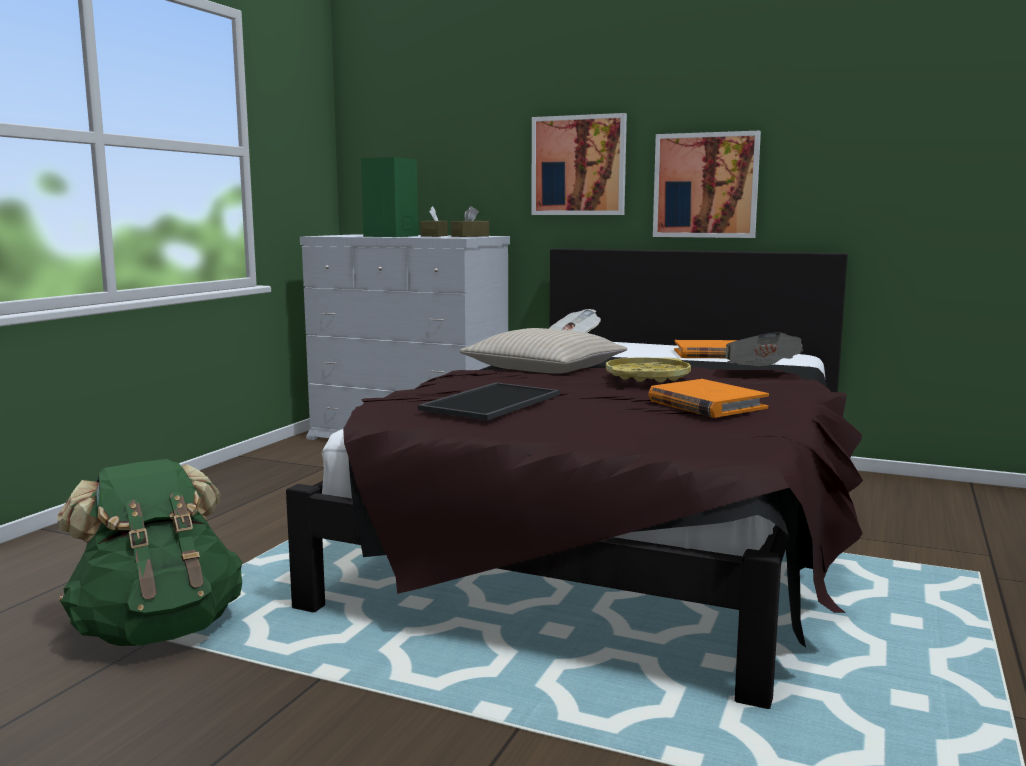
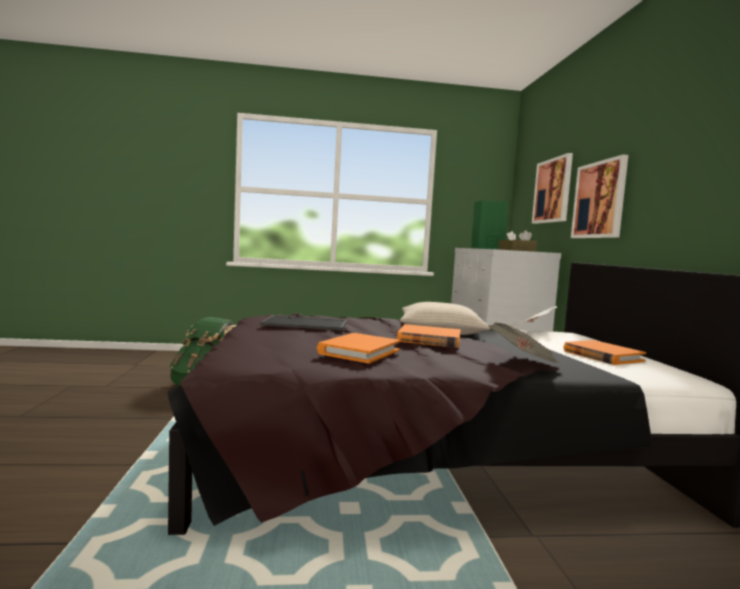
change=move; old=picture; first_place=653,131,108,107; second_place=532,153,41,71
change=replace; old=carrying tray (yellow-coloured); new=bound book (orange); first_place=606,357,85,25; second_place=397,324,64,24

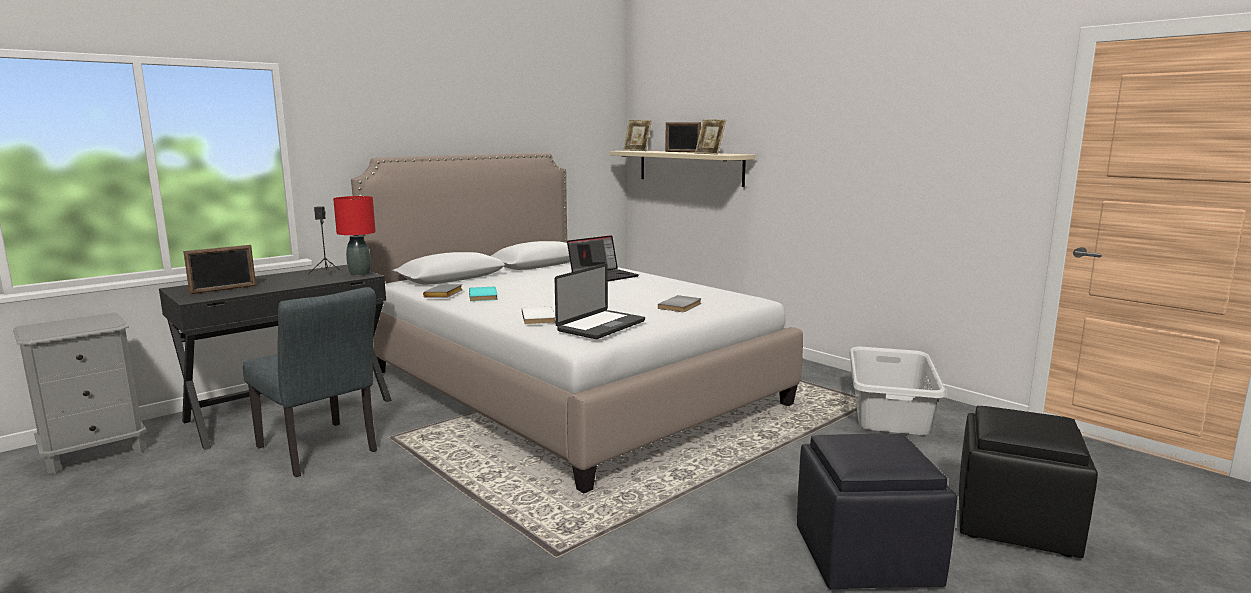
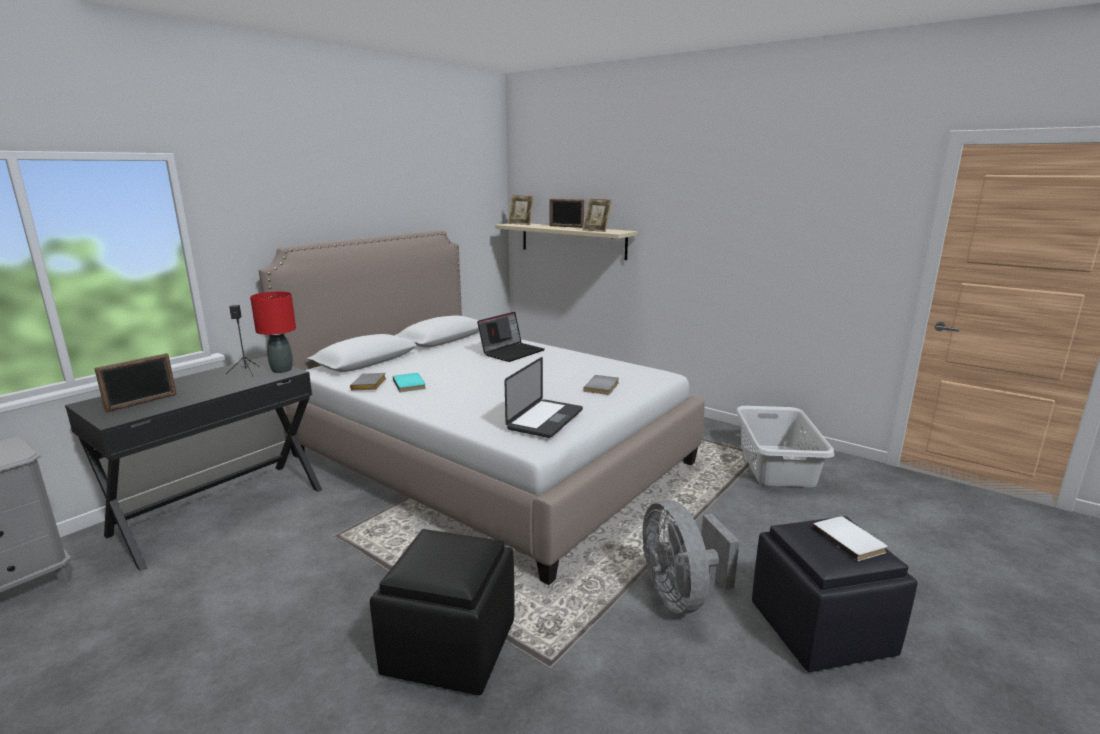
change=delete; old=chair (grey); first_place=243,287,134,190
change=insert; new=cooling fan (grey); second_place=643,500,97,114
change=move; old=bound book (white-coloured); first_place=522,306,34,19; second_place=812,516,75,45
change=move; old=pouffe (black); first_place=959,406,139,152; second_place=370,529,144,166

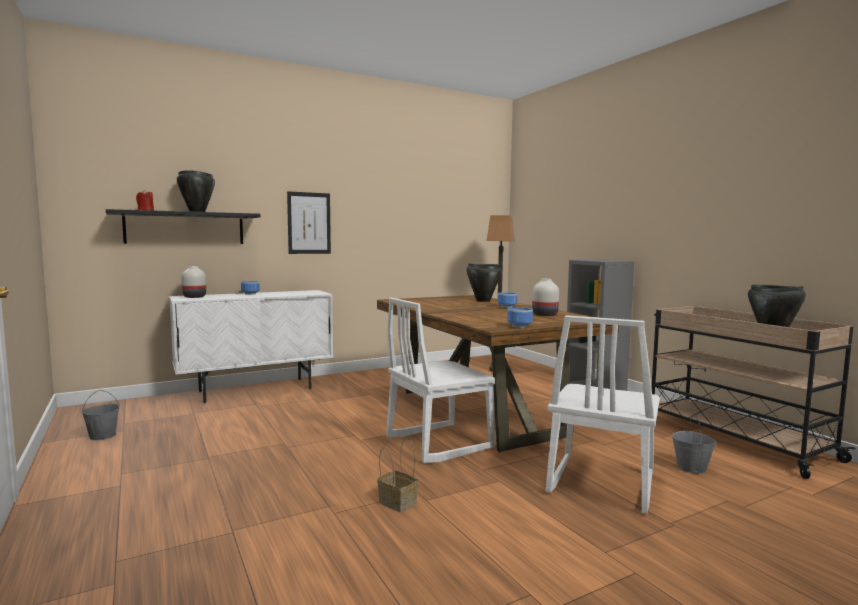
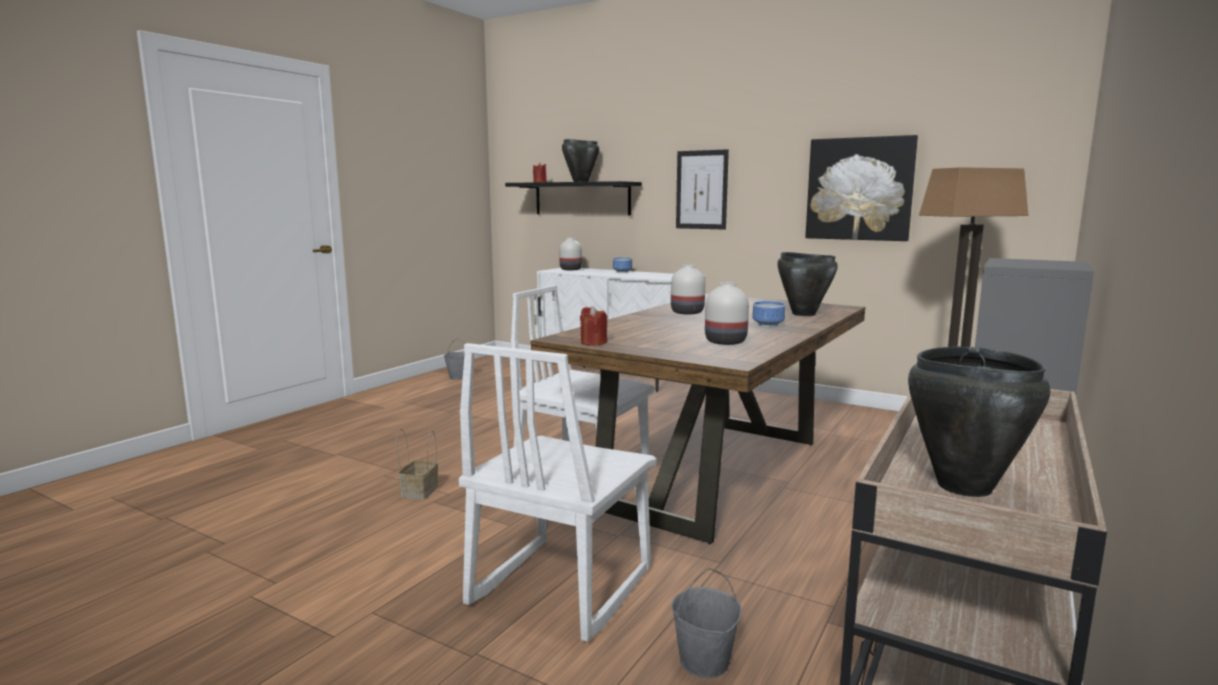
change=insert; new=vase (white-coloured); second_place=671,265,34,50
change=insert; new=picture; second_place=805,135,113,106
change=replace; old=serving bowl; new=wax candle (red); first_place=507,307,26,21; second_place=580,306,28,40
change=rotate; old=chair (white-coloured); first_place=546,315,114,199; second_place=459,343,198,299; degrees=-60

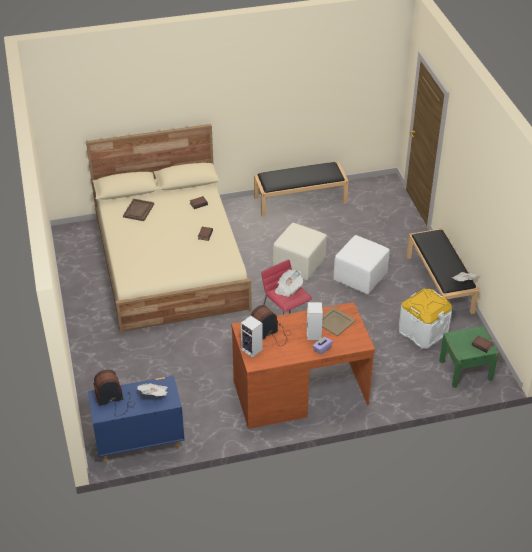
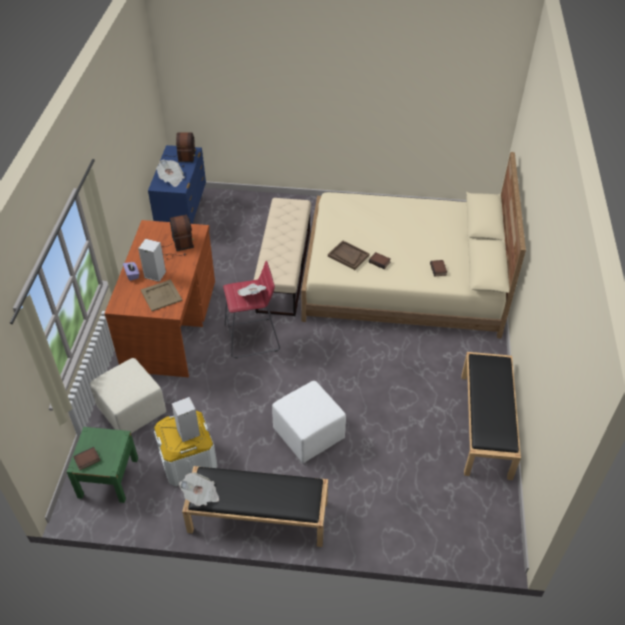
change=insert; new=long seat (beige); second_place=254,198,57,118
change=move; old=carrying tray (brown-coloured); first_place=123,199,31,22; second_place=328,240,42,30
change=move; old=speaker; first_place=241,316,21,42; second_place=172,397,28,45
change=move; old=pouffe (beige); first_place=273,223,54,57; second_place=90,358,76,75

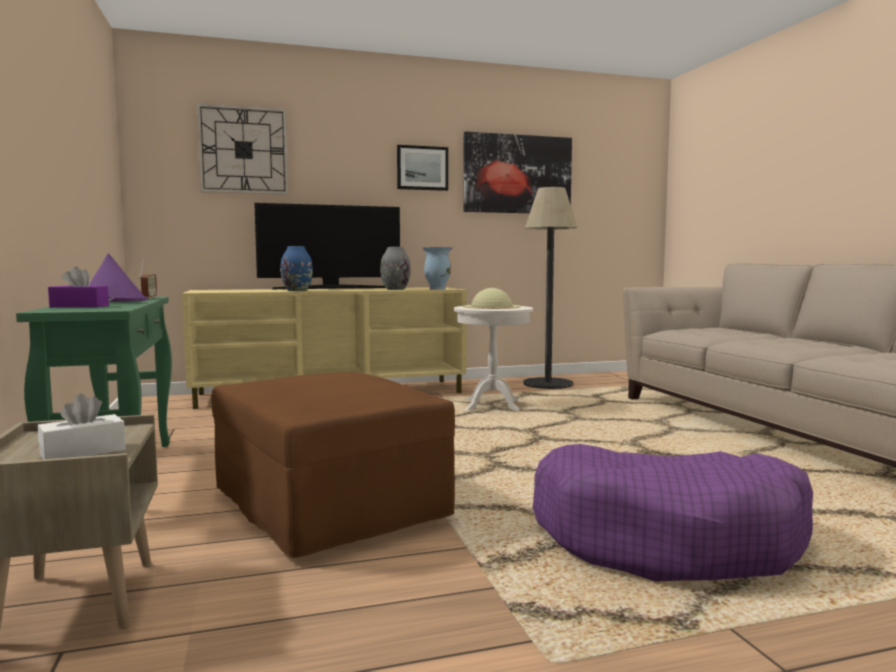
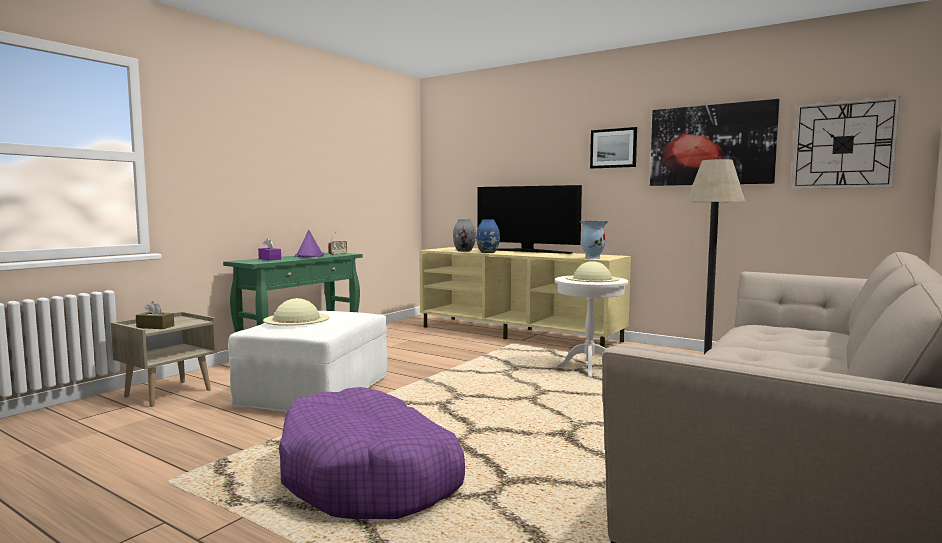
change=insert; new=clothing hat (beige); second_place=263,298,66,28
change=move; old=hanging clock; first_place=196,103,93,92; second_place=791,96,109,93
change=move; old=vase (grey); first_place=380,247,31,43; second_place=453,219,23,33
change=recolor; old=tissue box (white-coloured); new=tissue box (brown-coloured); first_place=38,394,88,65; second_place=136,301,38,28
change=recolor; old=pouffe (brown-coloured); new=pouffe (white-coloured); first_place=212,372,243,186; second_place=228,311,159,101

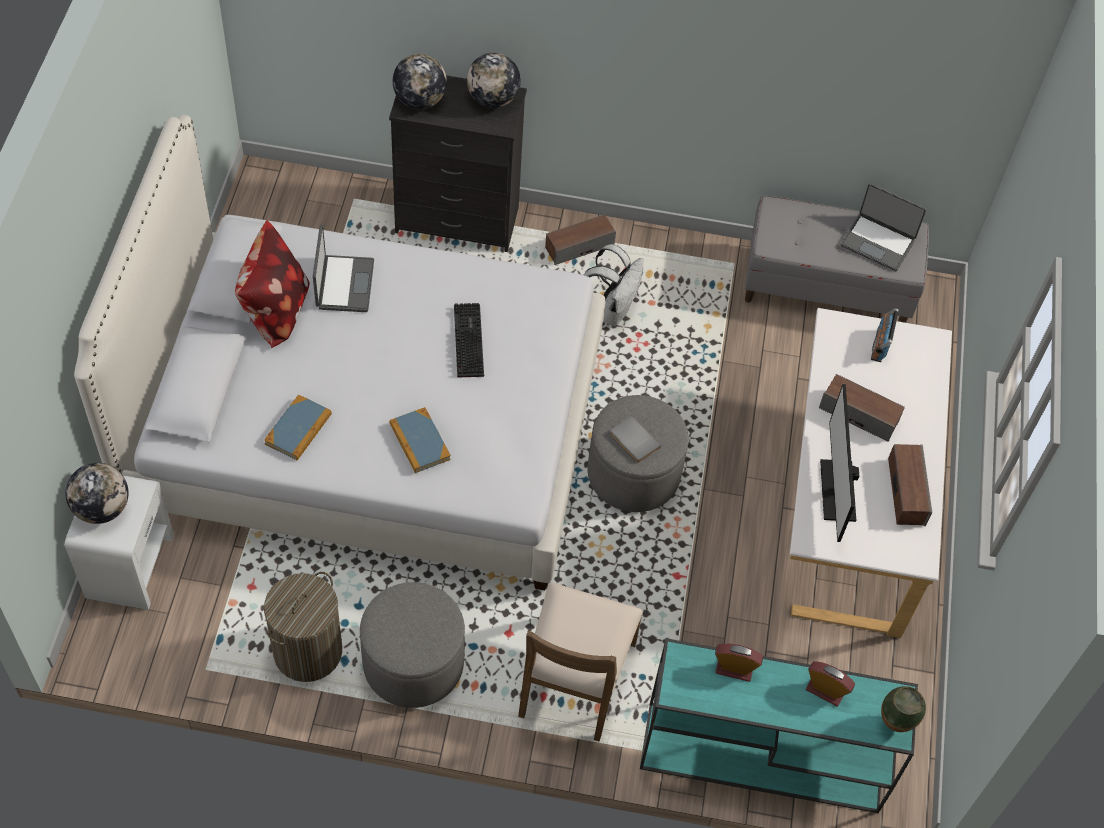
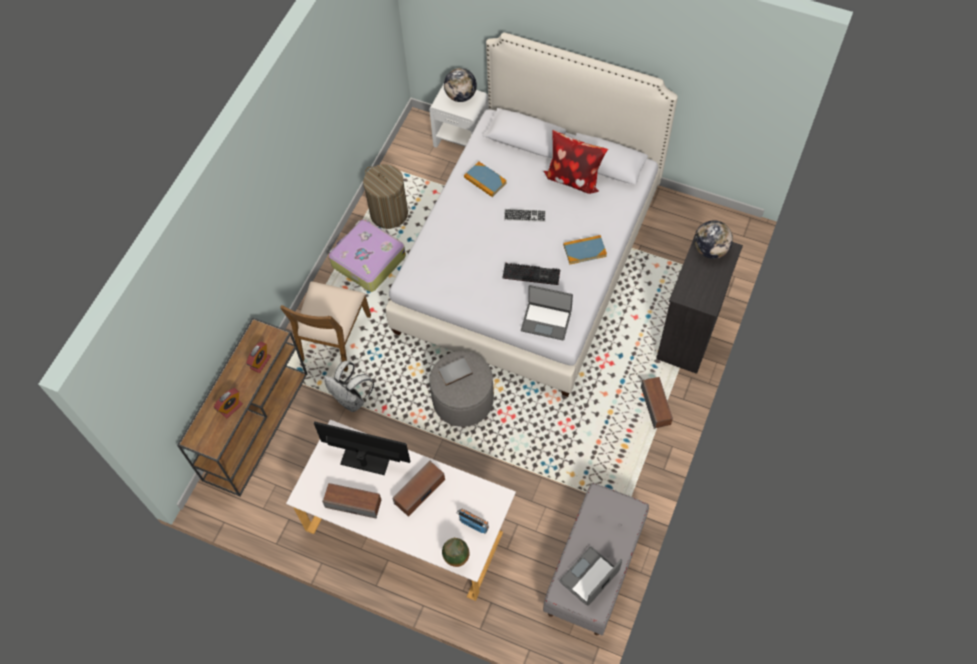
change=delete; old=world globe; first_place=467,53,54,55
change=insert; new=computer keyboard; second_place=504,209,42,13
change=move; old=notebook computer; first_place=313,224,61,88; second_place=521,285,52,55
change=move; old=bound book; first_place=389,407,62,66; second_place=563,235,44,30
change=move; old=rucksack (white-coloured); first_place=584,244,60,82; second_place=324,361,50,51
change=move; old=vase; first_place=881,686,45,46; second_place=442,538,28,29
change=replace; old=pouffe (grey); new=travel case; first_place=360,582,105,126; second_place=329,219,77,73
change=recolor; old=narrow table (blue-green); new=narrow table (brown-coloured); first_place=640,638,278,175; second_place=177,317,130,179
change=rotate; old=chair (brown-coloured); first_place=518,583,125,159; second_place=280,282,91,90; degrees=-105

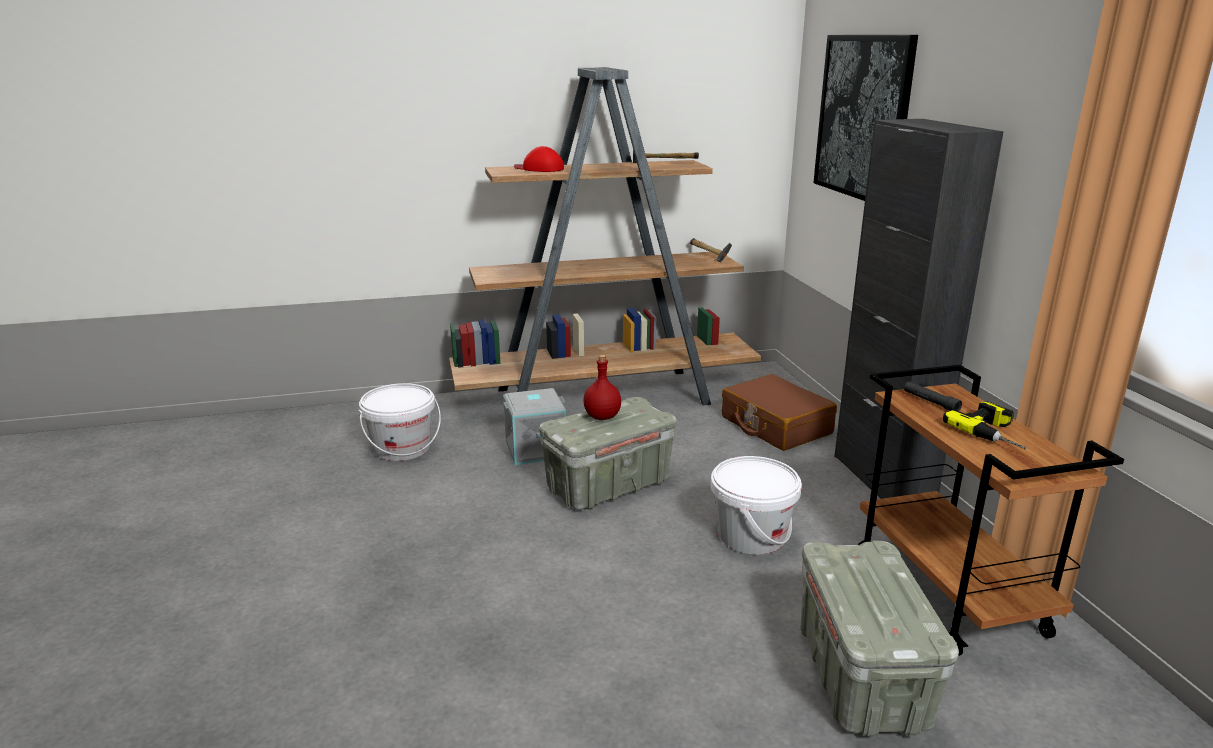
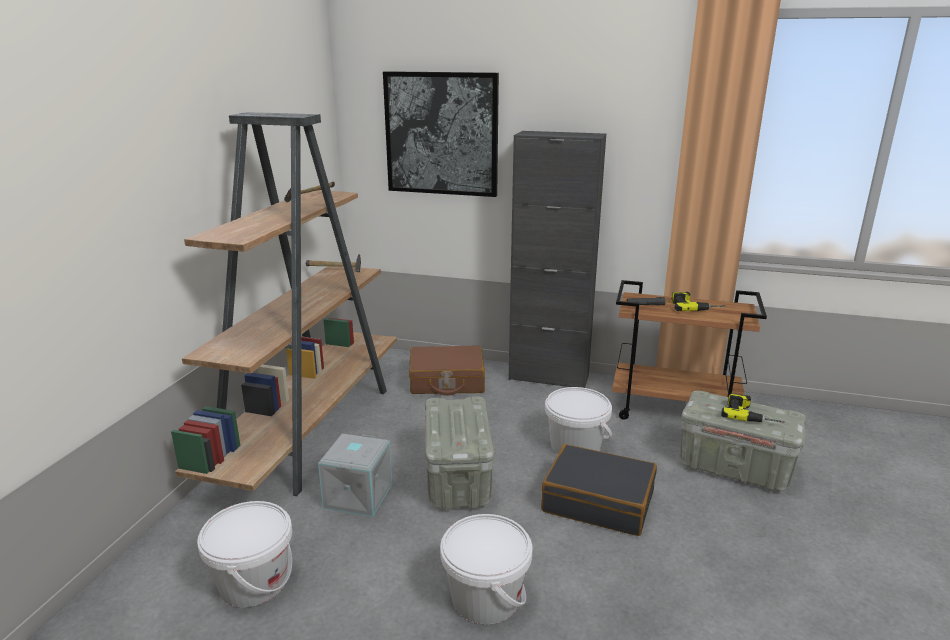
change=delete; old=cap (red); first_place=514,146,50,26
change=delete; old=bottle (red); first_place=583,355,38,65
change=insert; new=bucket (white-coloured); second_place=440,514,92,110
change=insert; new=travel case (black); second_place=541,444,116,92
change=insert; new=electric drill; second_place=721,393,64,30

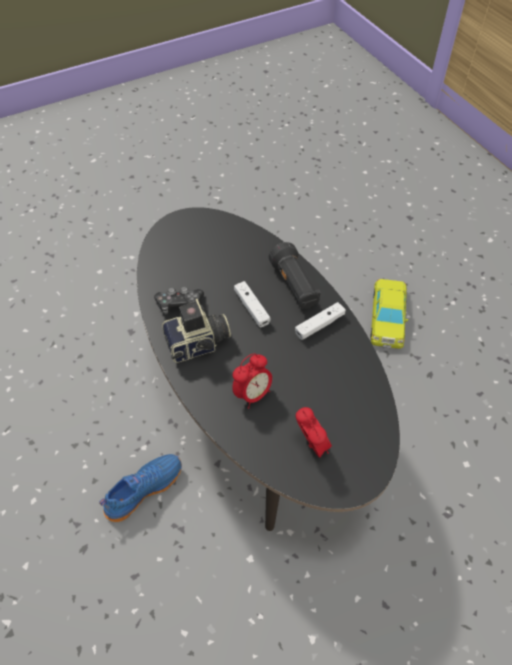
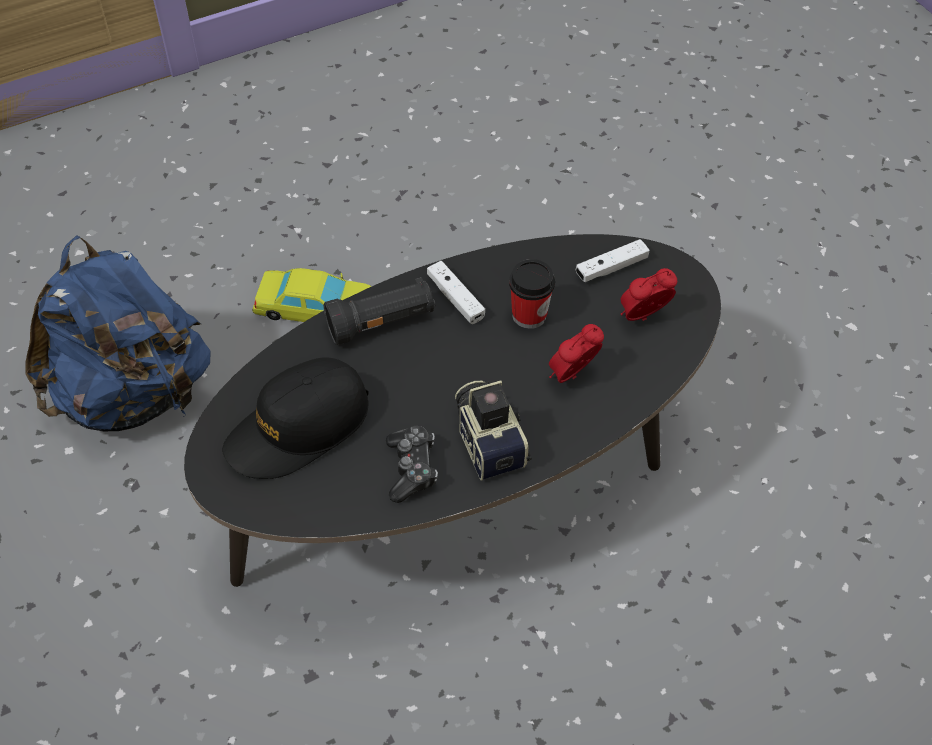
change=delete; old=low shoe (blue); first_place=99,454,83,68
change=insert; new=rucksack (blue); second_place=25,235,186,196
change=insert; new=cap (black); second_place=222,357,147,122
change=insert; new=cup; second_place=509,259,46,70
change=move; old=gamepad (white-coloured); first_place=234,281,36,46; second_place=576,239,73,43
change=rotate; old=alarm clock; first_place=232,353,40,56; second_place=549,324,55,59; degrees=-90

